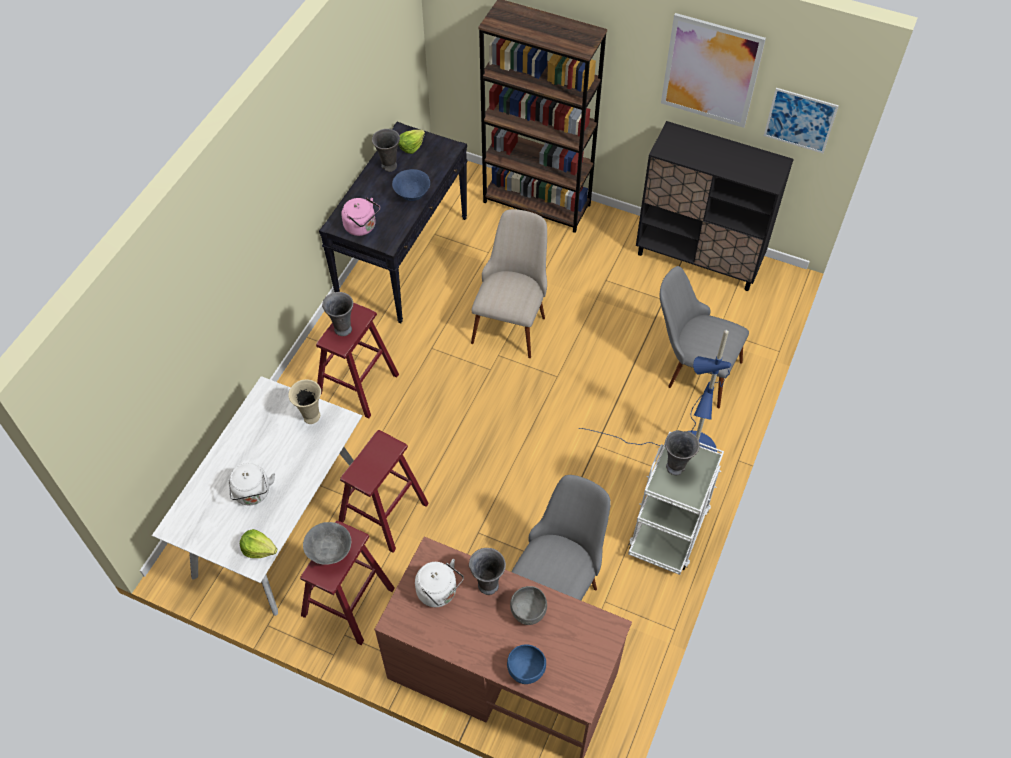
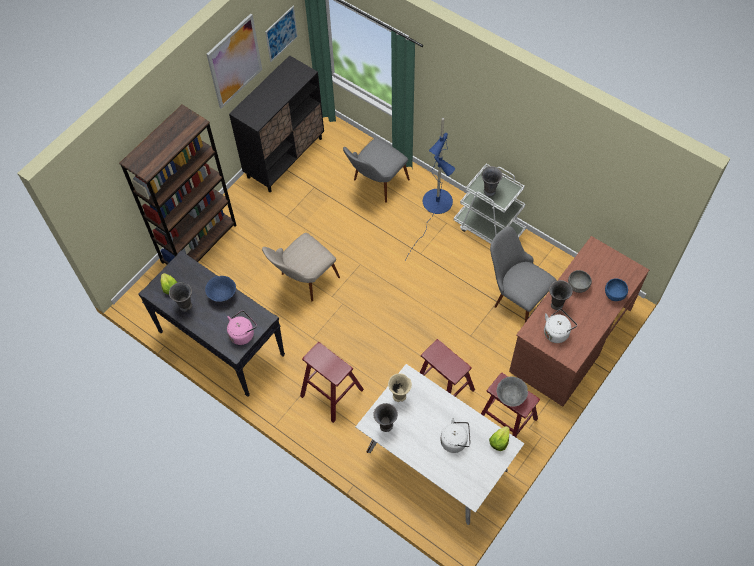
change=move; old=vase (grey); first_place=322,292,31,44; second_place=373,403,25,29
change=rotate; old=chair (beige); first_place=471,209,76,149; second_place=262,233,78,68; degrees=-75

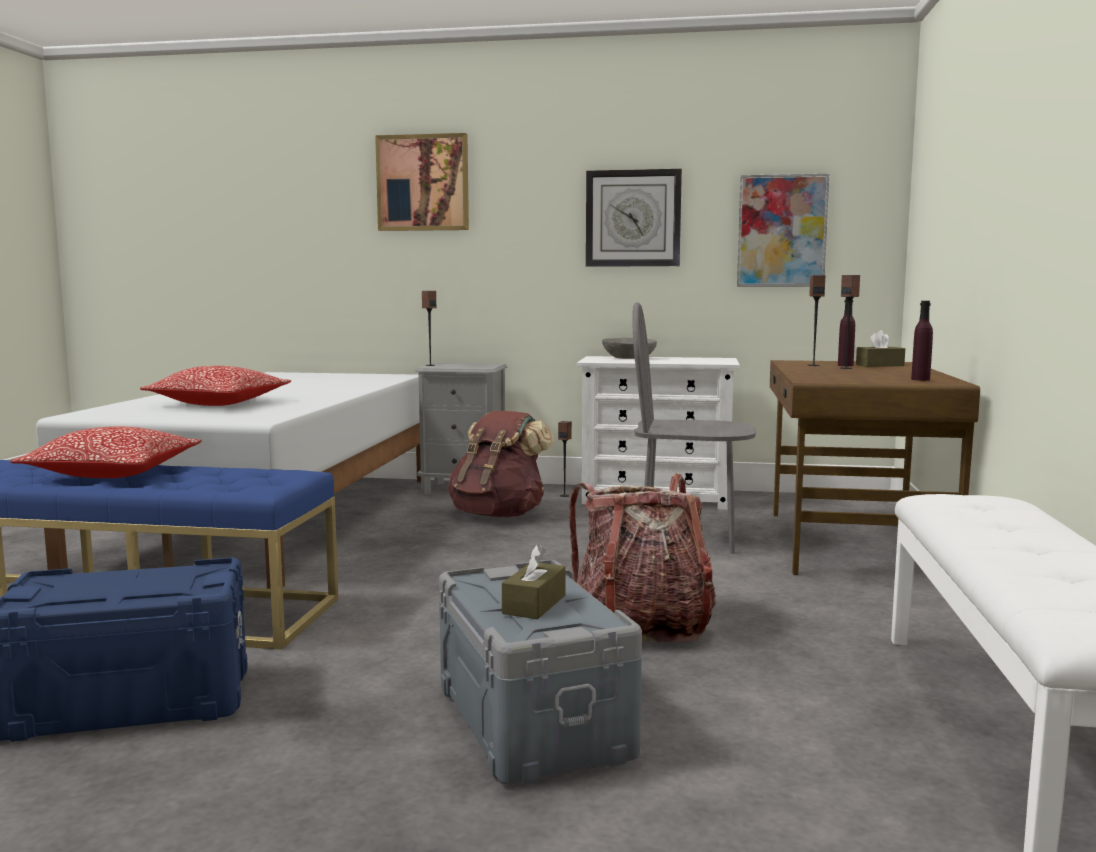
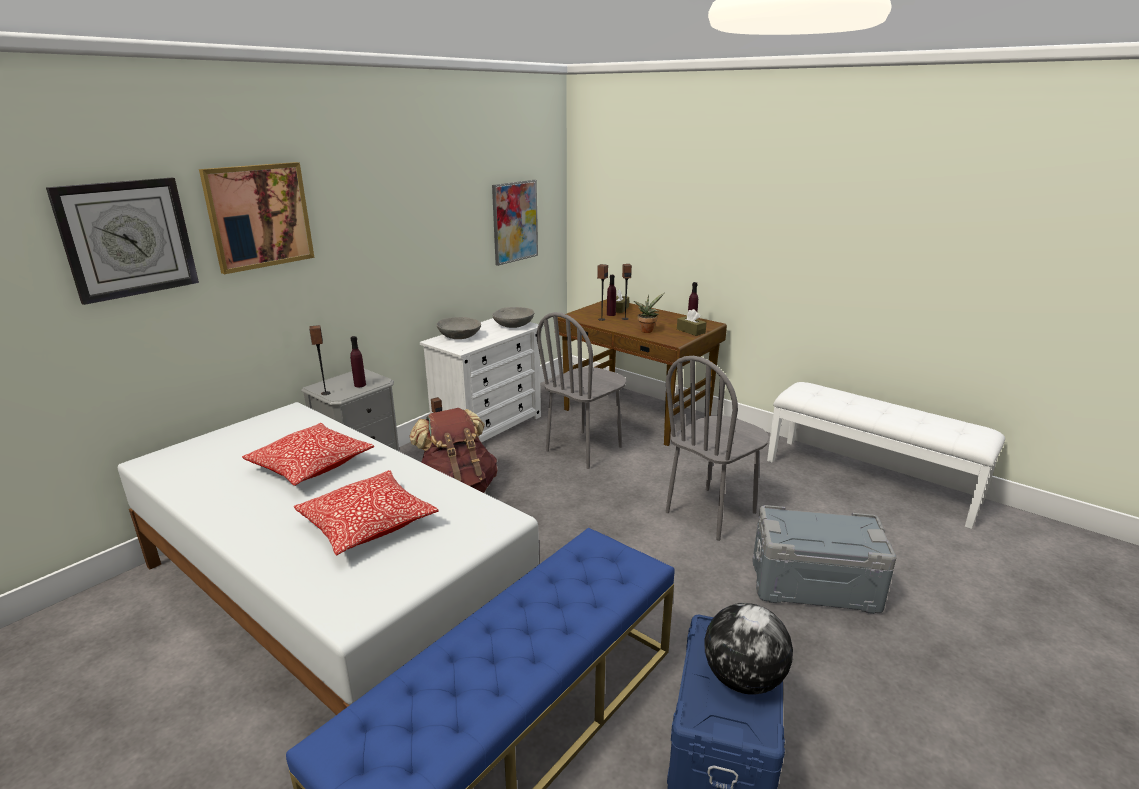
change=insert; new=bottle (purplish); second_place=350,336,16,51
change=insert; new=serving bowl (grey); second_place=492,307,42,21
change=insert; new=houseplant; second_place=634,293,30,40
change=insert; new=world globe; second_place=704,603,89,92
change=move; old=throw pillow; first_place=10,426,192,52; second_place=242,423,132,63
change=move; old=tissue box (brown-coloured); first_place=502,544,64,75; second_place=677,309,29,27
change=move; old=hanging clock; first_place=586,169,96,98; second_place=46,178,153,127
change=replace; old=rucksack; new=chair (grey); first_place=569,474,148,168; second_place=666,356,103,185

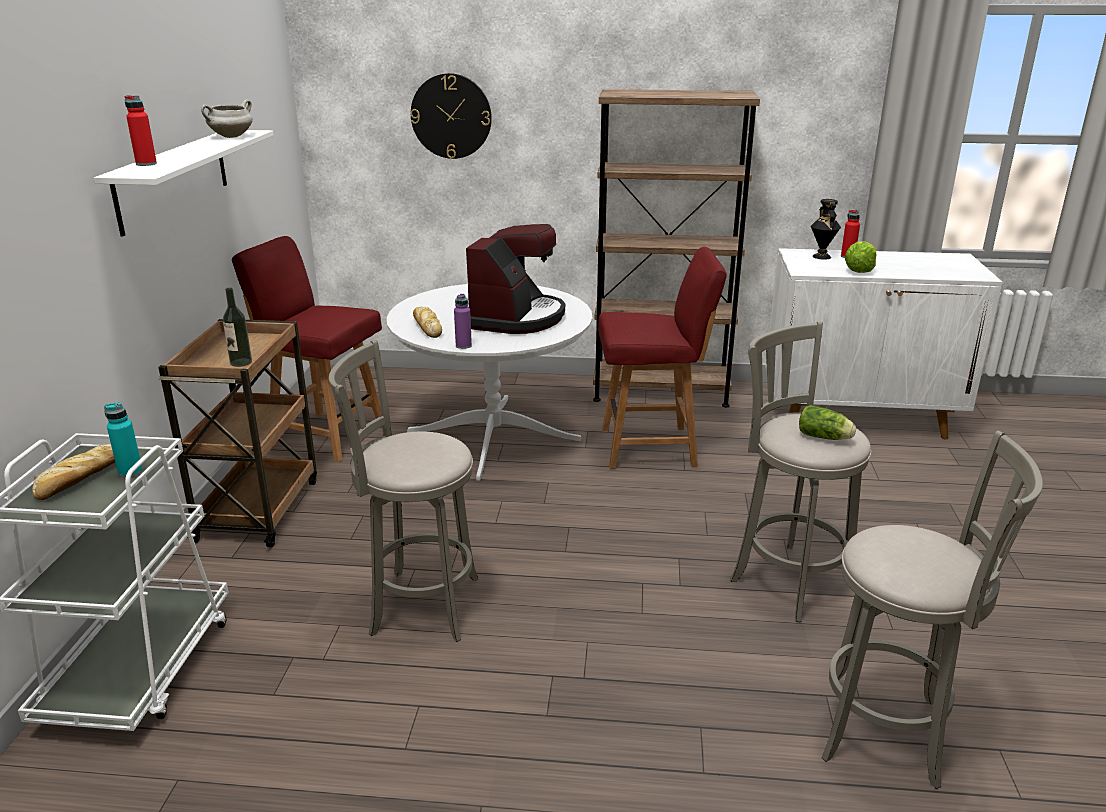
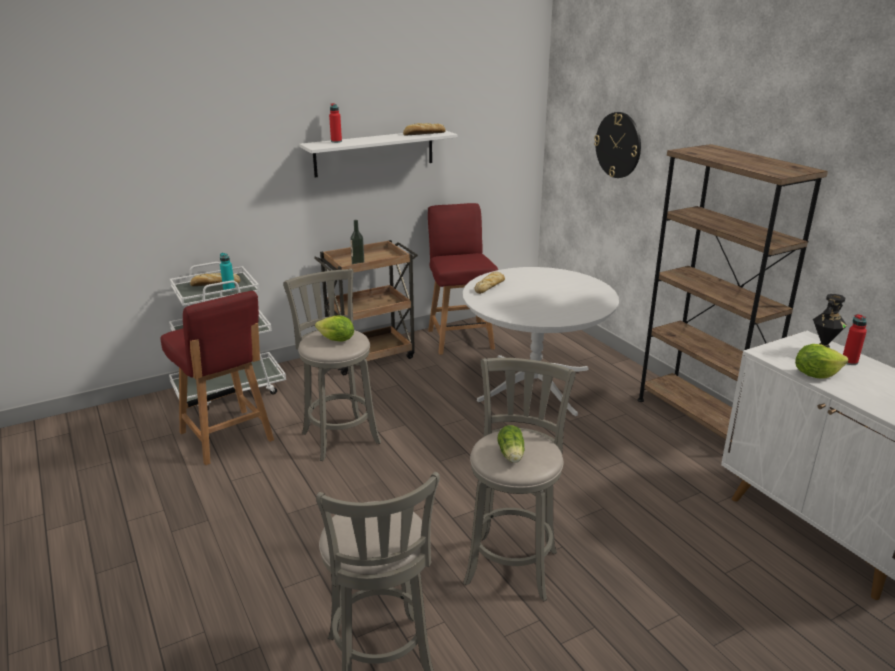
change=delete; old=bottle (purplish); first_place=454,294,18,55
change=delete; old=coffee machine; first_place=466,224,99,110
change=insert; new=lettuce; second_place=315,316,39,26
change=move; old=chair (red); first_place=598,247,129,222; second_place=160,291,114,174
change=replace; old=stockpot (white-coloured); new=bakery bread; first_place=201,100,52,38; second_place=403,123,42,13

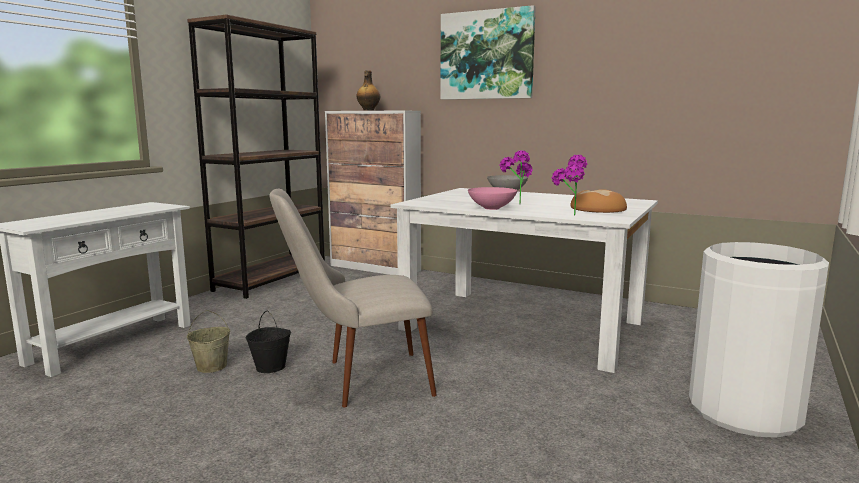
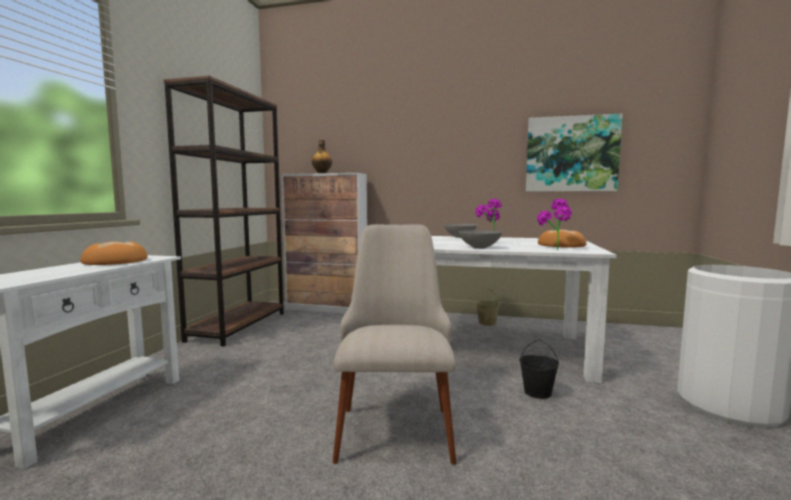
change=insert; new=bakery bread; second_place=81,241,66,24
change=move; old=bucket (beige); first_place=187,310,43,63; second_place=476,289,24,37
change=move; old=bucket (black); first_place=246,310,45,63; second_place=519,340,40,59
change=move; old=picture; first_place=440,5,96,95; second_place=526,114,97,78
change=recolor; old=serving bowl (pinkish); new=serving bowl (grey); first_place=468,187,49,23; second_place=459,230,43,19
change=rotate; old=chair (beige); first_place=270,189,167,218; second_place=333,224,123,241; degrees=120

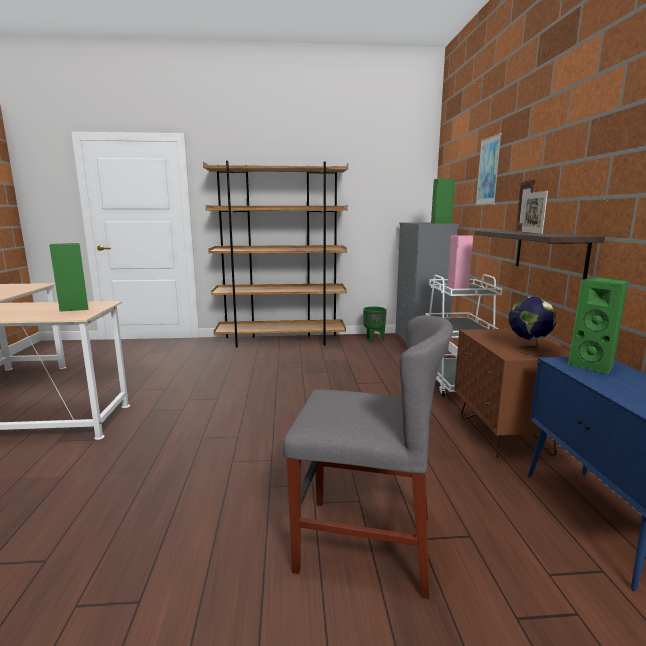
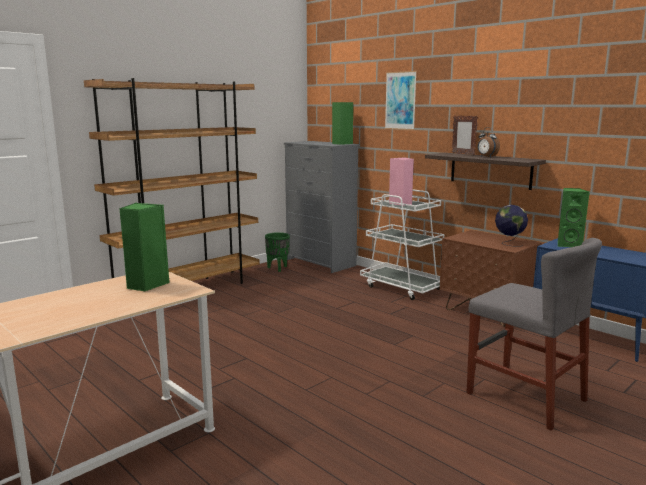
change=replace; old=standing frame; new=alarm clock; first_place=522,191,26,43; second_place=477,127,23,30
change=rotate; old=chair (grey); first_place=283,315,170,284; second_place=466,238,136,193; degrees=75

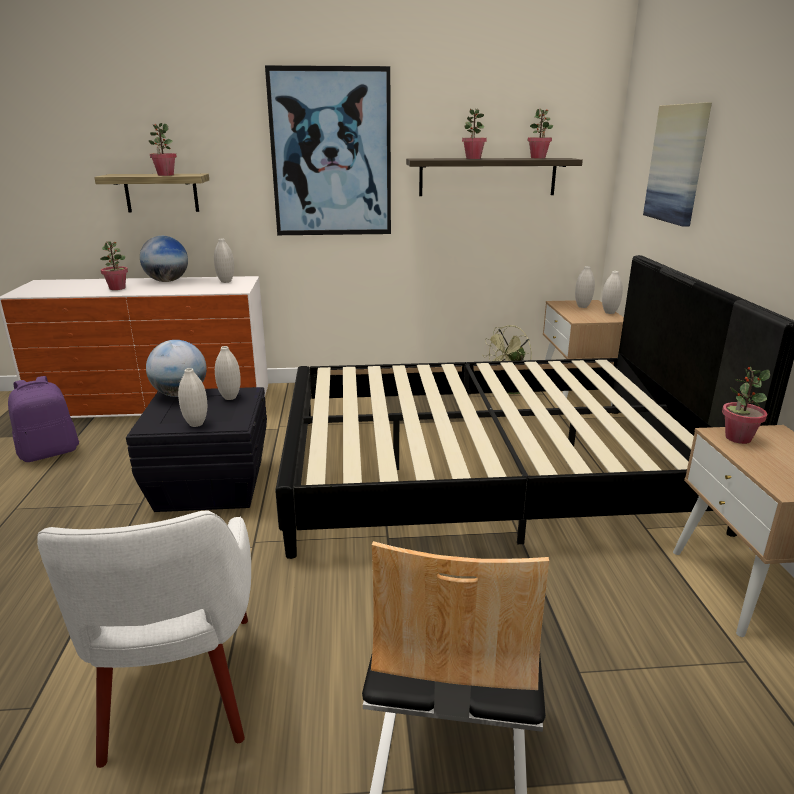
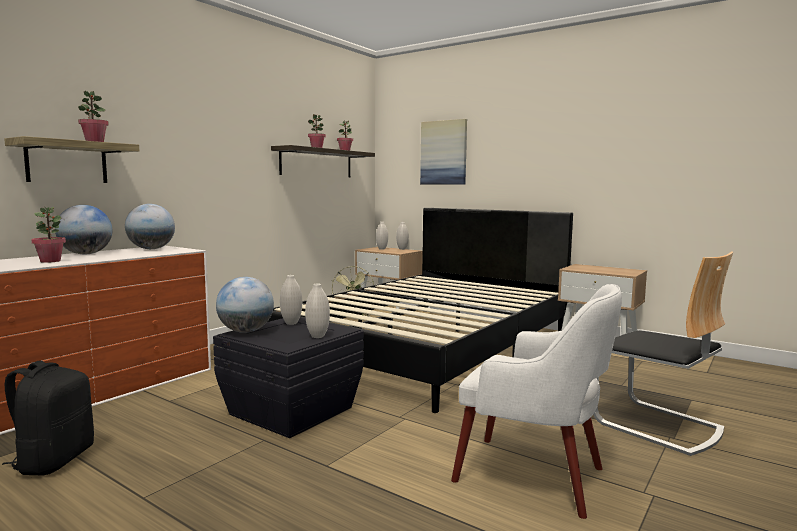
change=delete; old=picture; first_place=265,65,126,170
change=delete; old=houseplant; first_place=722,367,48,77
change=replace; old=vase (white-coloured); new=world globe; first_place=214,239,20,44; second_place=125,204,50,45
change=recolor; old=rucksack (purplish); new=rucksack (black); first_place=8,376,71,86; second_place=2,361,92,115

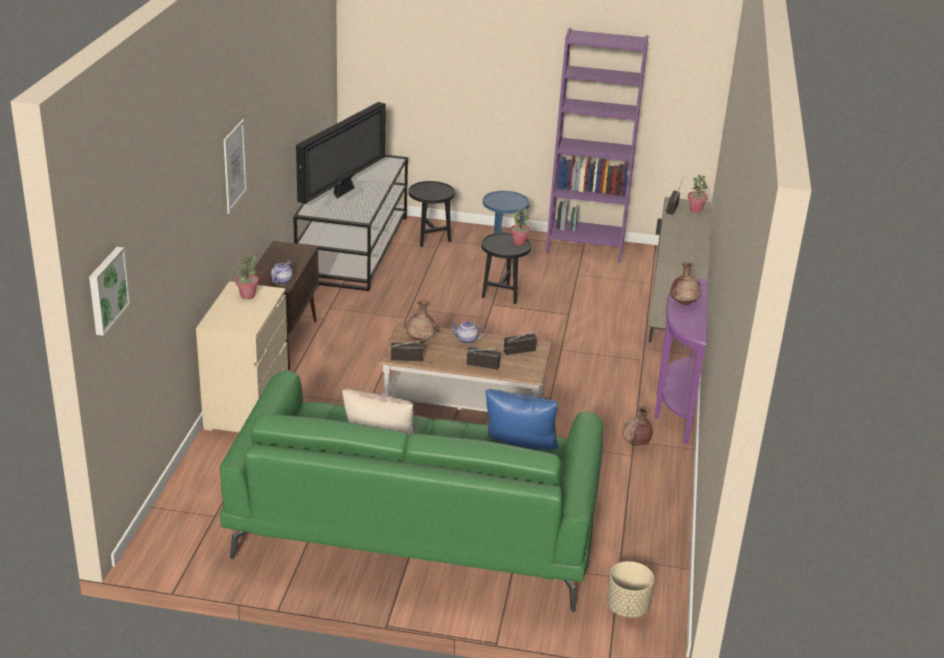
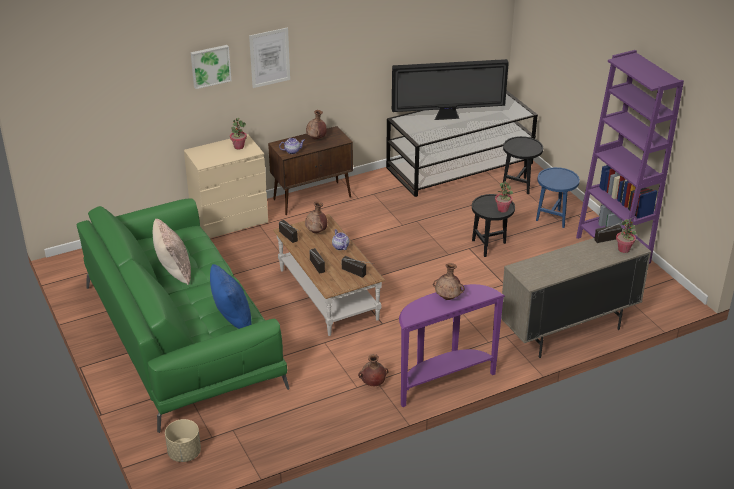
change=insert; new=vase (brown-coloured); second_place=306,110,21,29
change=move; old=picture; first_place=89,247,41,89; second_place=191,45,41,44

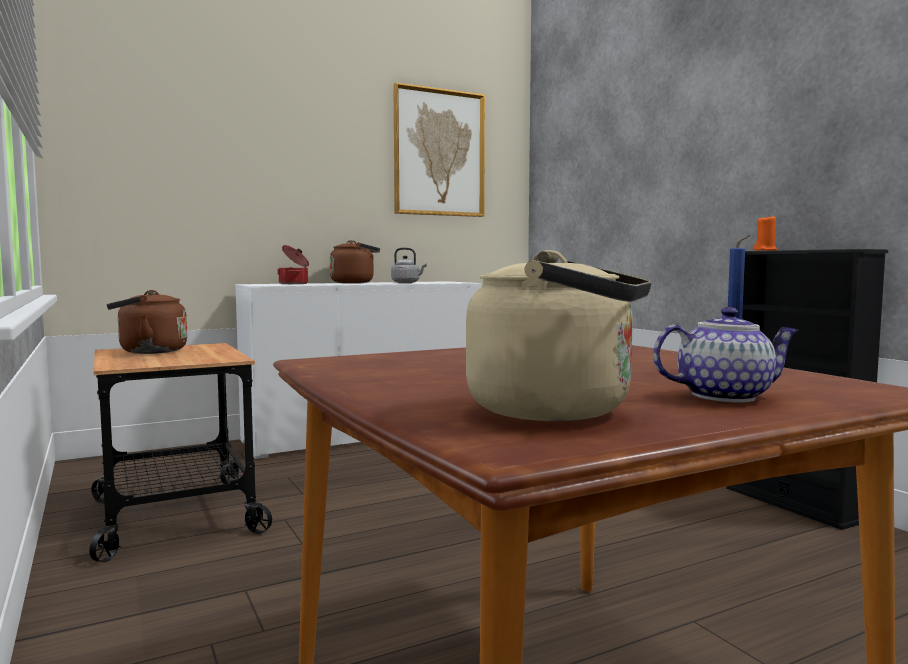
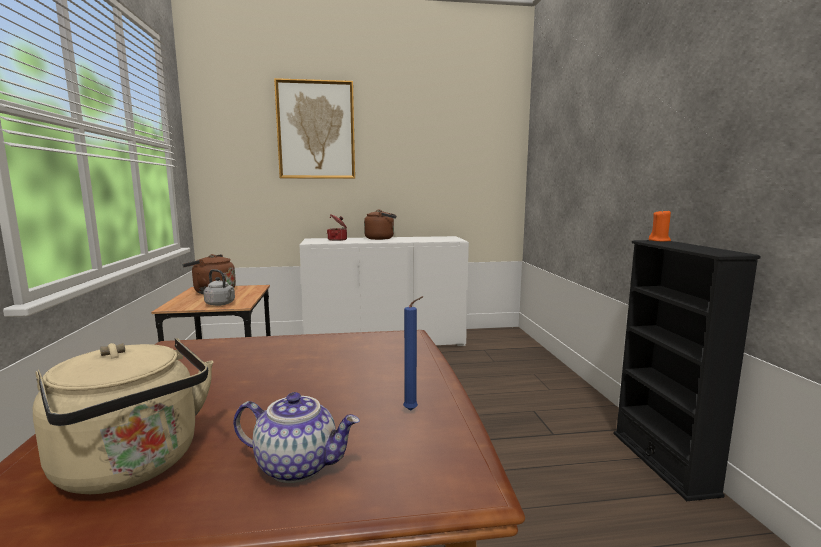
change=move; old=tea kettle (grey); first_place=391,247,36,36; second_place=203,269,32,37
change=move; old=picture; first_place=393,83,92,134; second_place=274,78,81,101

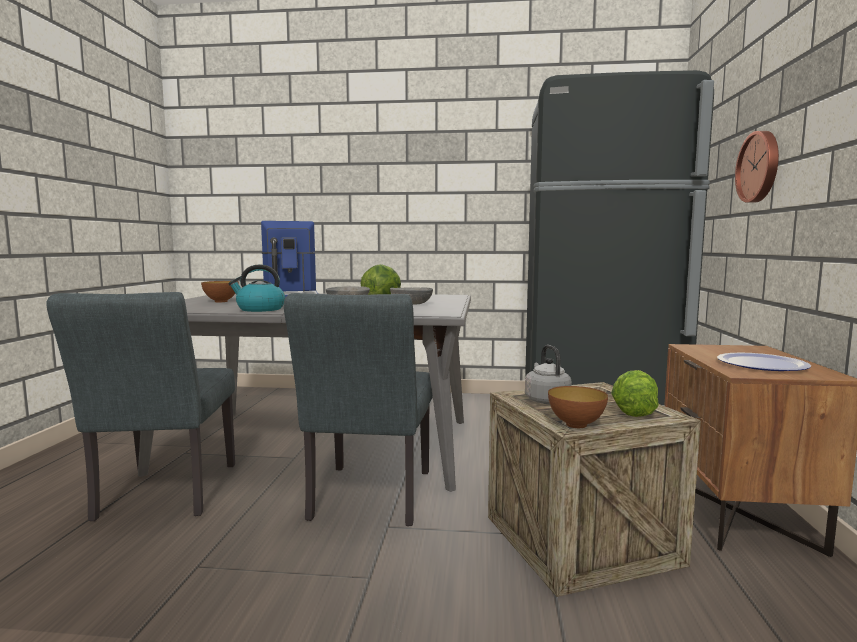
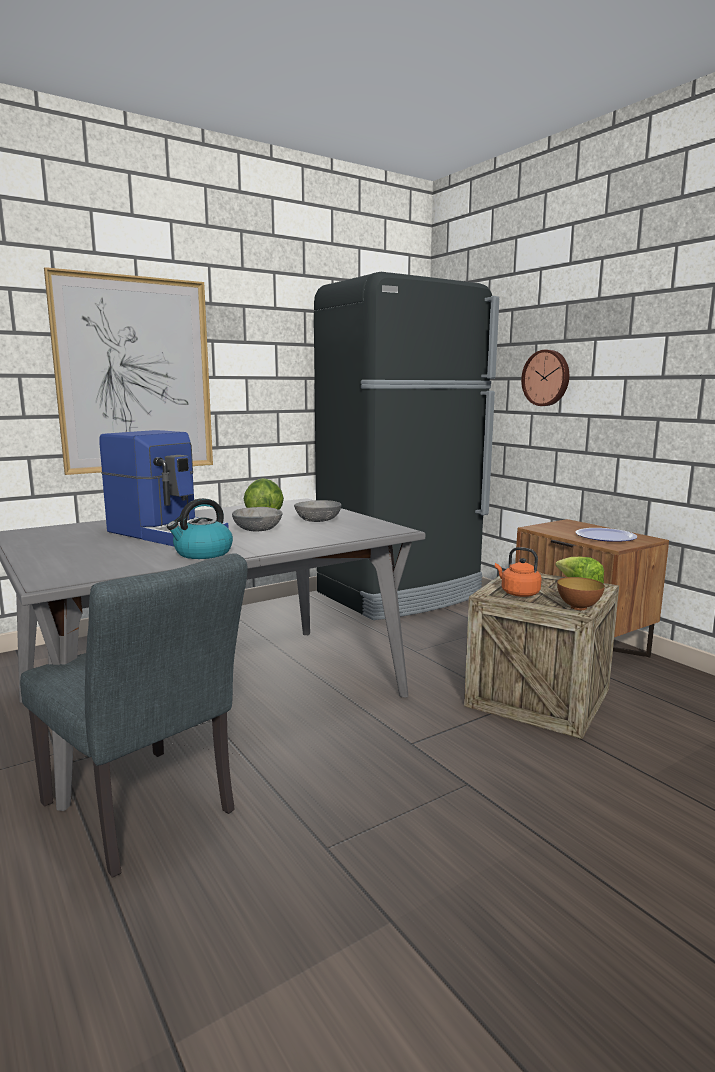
change=delete; old=serving bowl; first_place=201,281,38,21
change=delete; old=chair (grey); first_place=284,293,149,233
change=insert; new=picture; second_place=44,267,169,208
change=recolor; old=tea kettle (grey); new=tea kettle (orange); first_place=525,345,47,59; second_place=495,547,47,50

